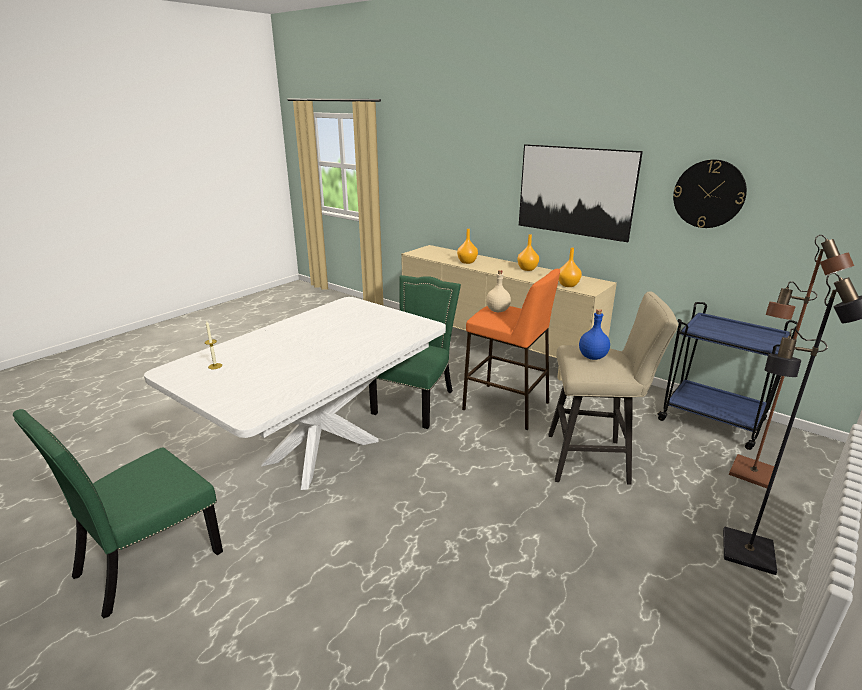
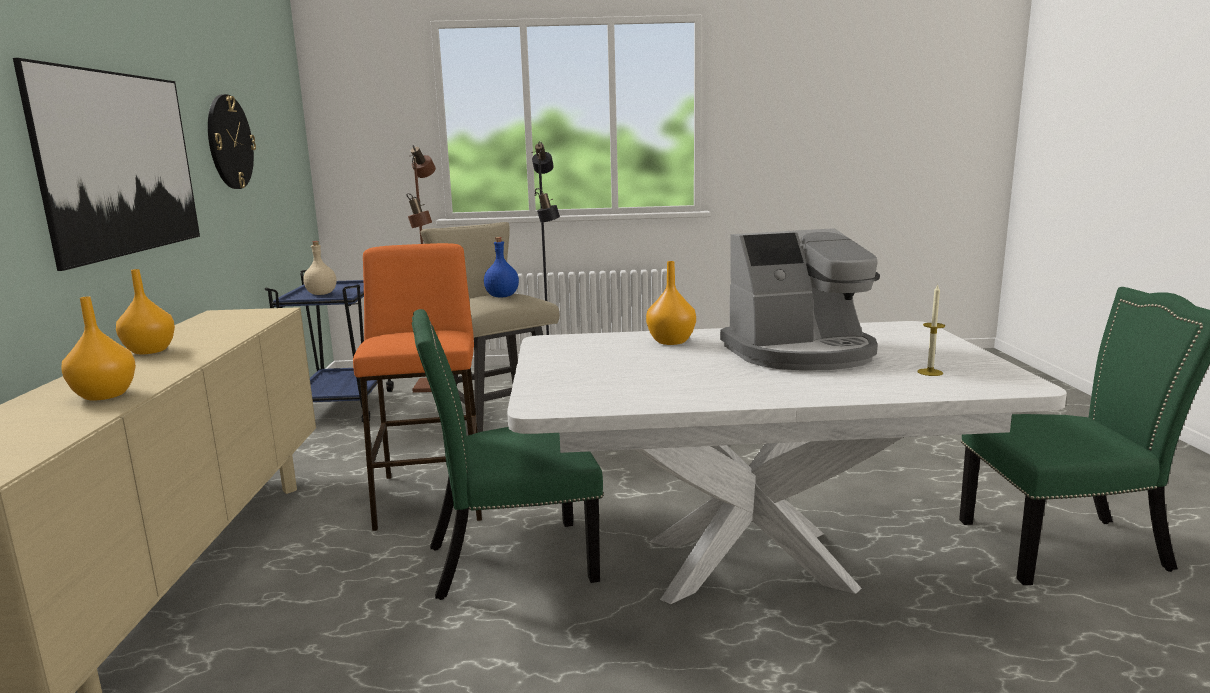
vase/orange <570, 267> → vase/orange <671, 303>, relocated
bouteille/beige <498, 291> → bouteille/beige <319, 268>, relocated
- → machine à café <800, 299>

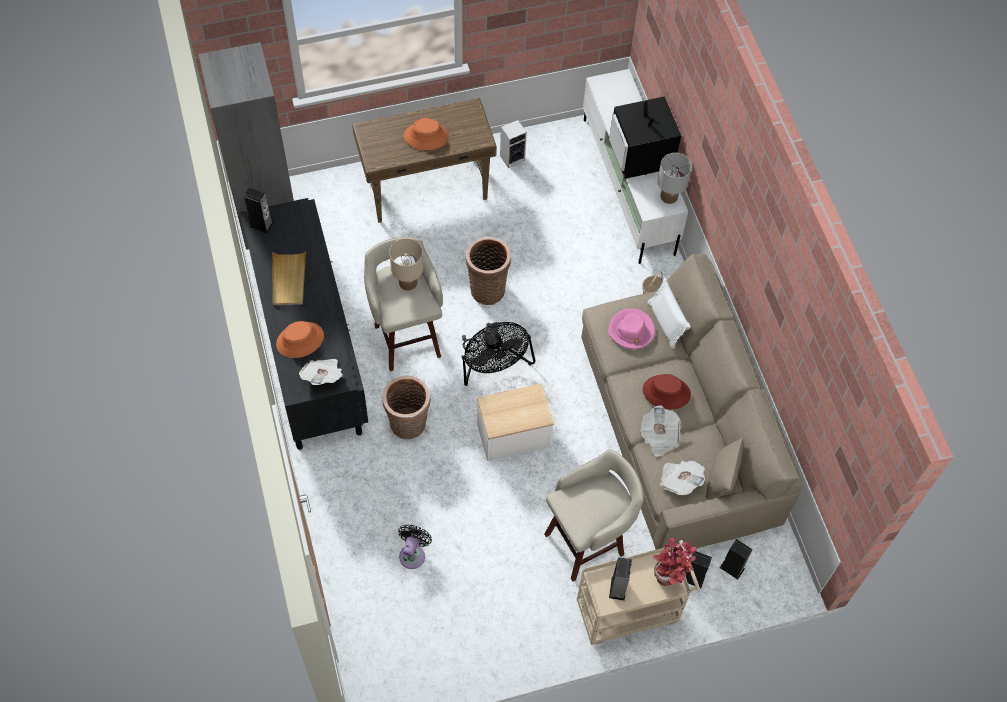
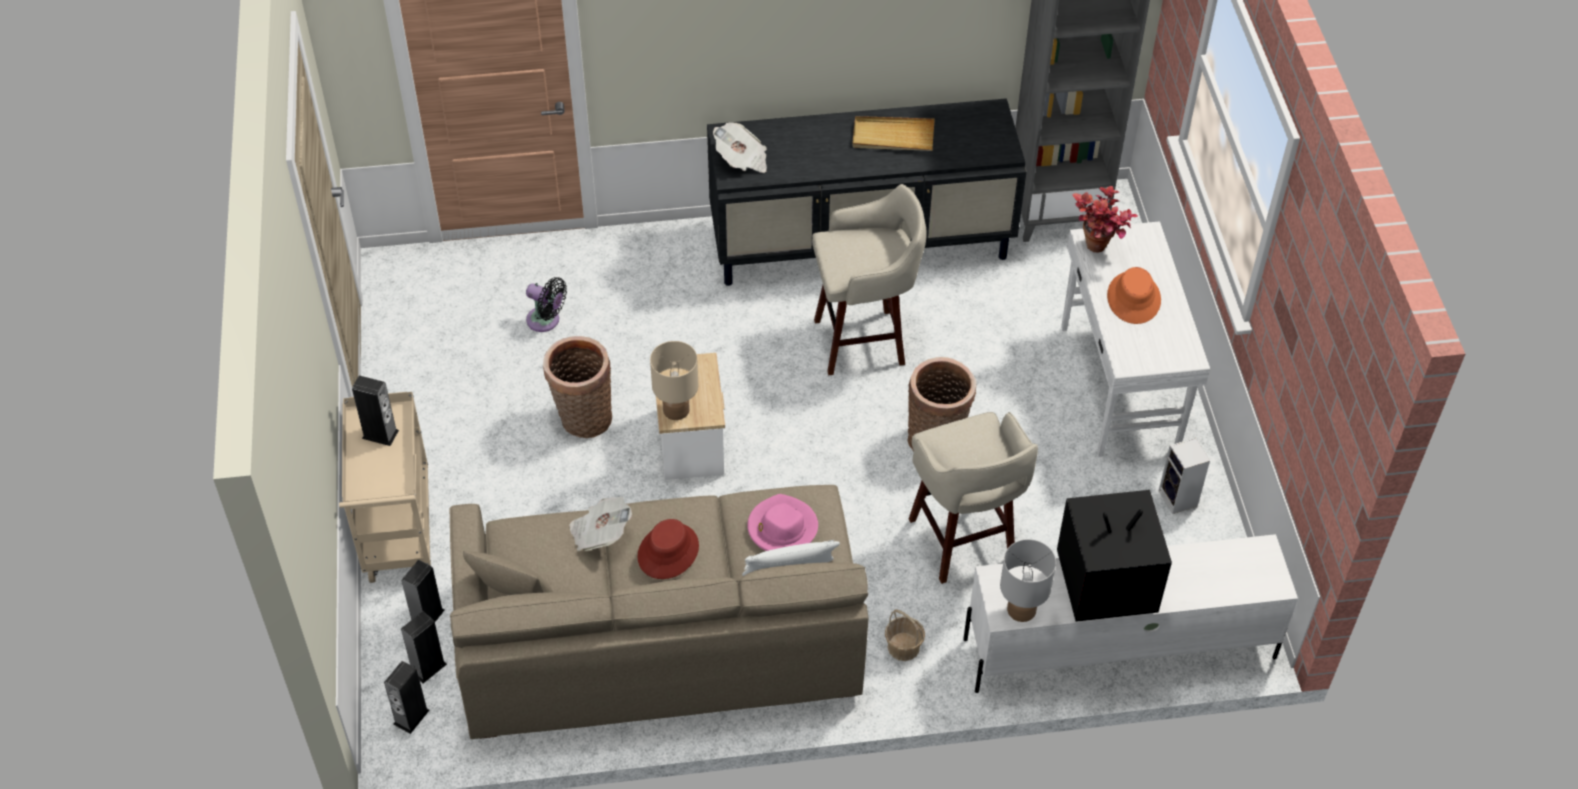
table console/marron <424, 160> → table console/blanc <1135, 339>
enceinte <259, 211> → enceinte <406, 697>, relocated
lampe de table/beige <406, 264> → lampe de table/beige <674, 380>, relocated
chapeau/orange <300, 339> → -
ventilateur/noir <499, 354> → -
panier <407, 407> → panier <577, 387>, relocated
tabouret/beige <594, 515> → tabouret/beige <973, 498>, relocated
journal <682, 478> → -
plante en pot <674, 562> → plante en pot <1105, 219>, relocated

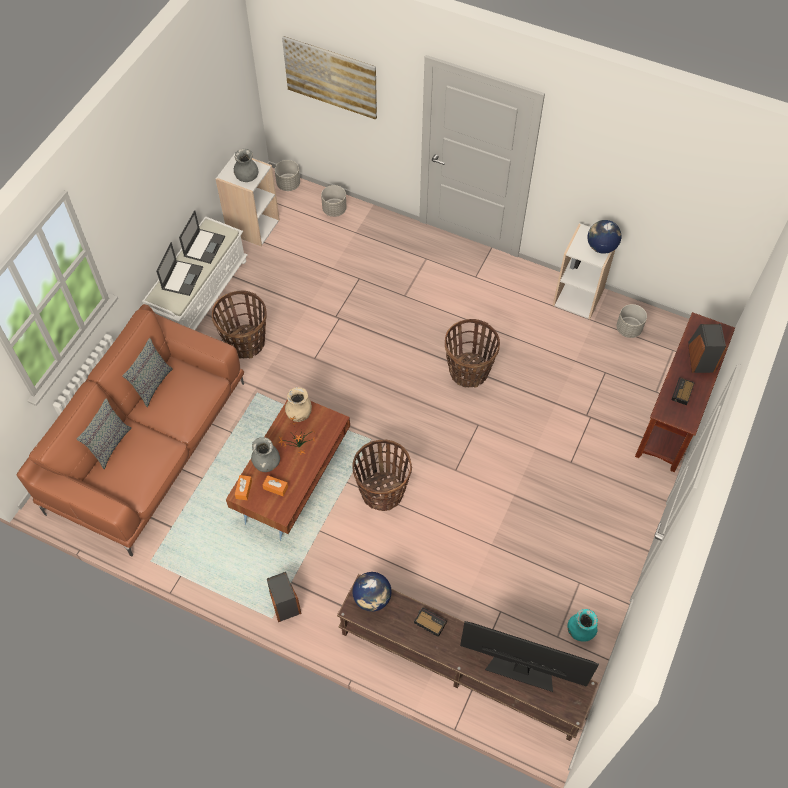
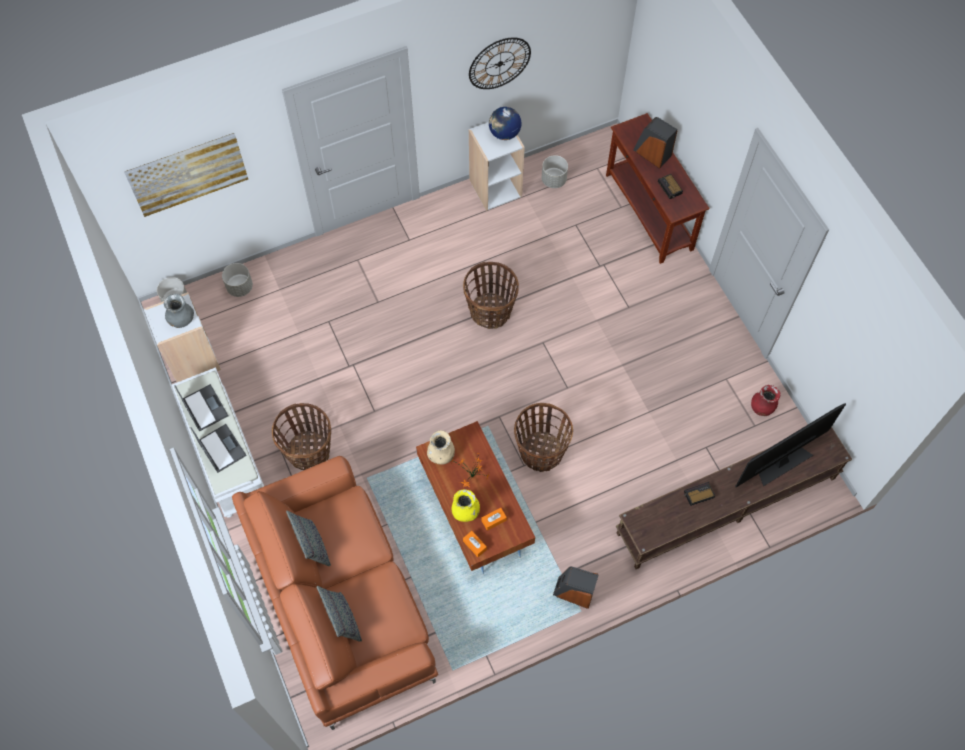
vase/gris <265, 454> → vase/jaune <465, 505>
globe <372, 592> → -
vase/turquoise <582, 625> → vase/rouge <765, 400>
- → horloge murale <500, 63>

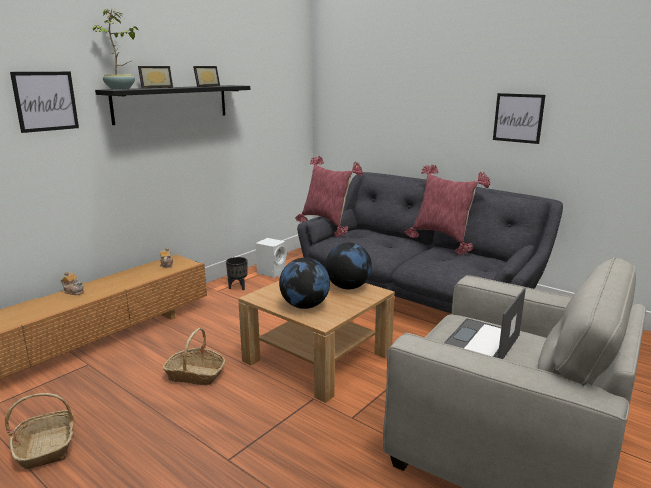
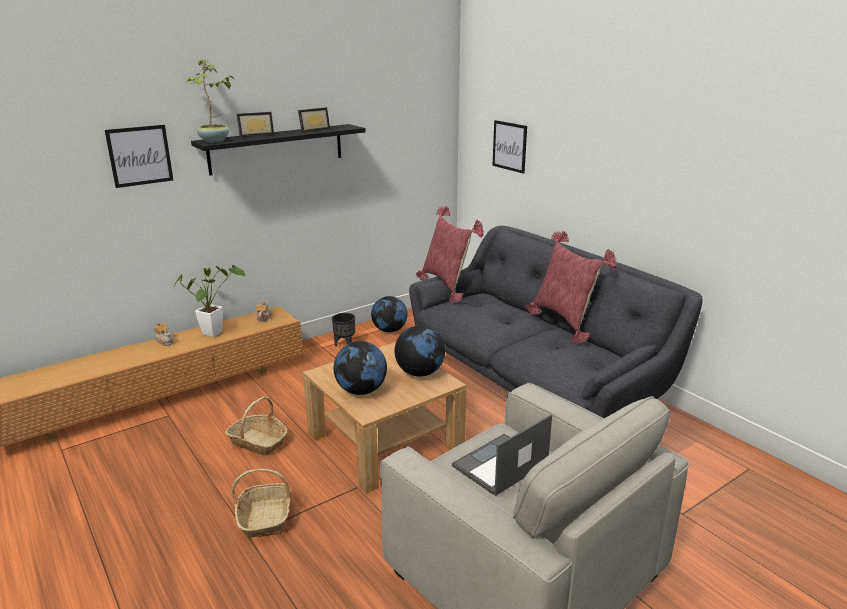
tableau <519, 118> → tableau <509, 147>, relocated
enceinte/blanc <271, 258> → globe <389, 314>
panier <39, 431> → panier <261, 503>, relocated
- → plante en pot <209, 301>

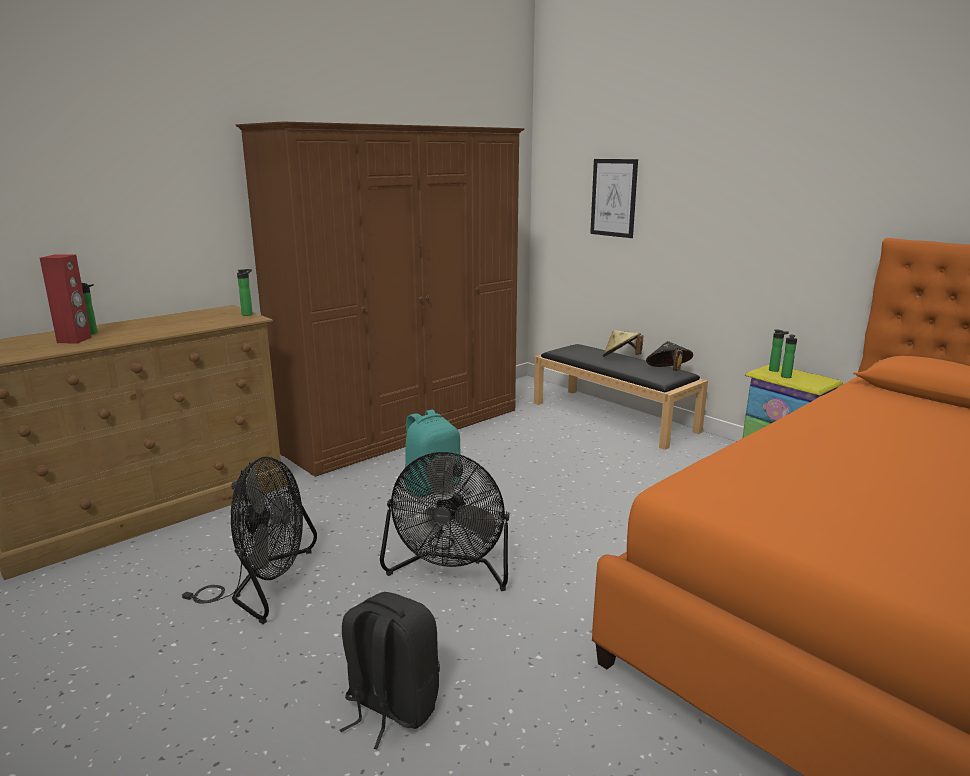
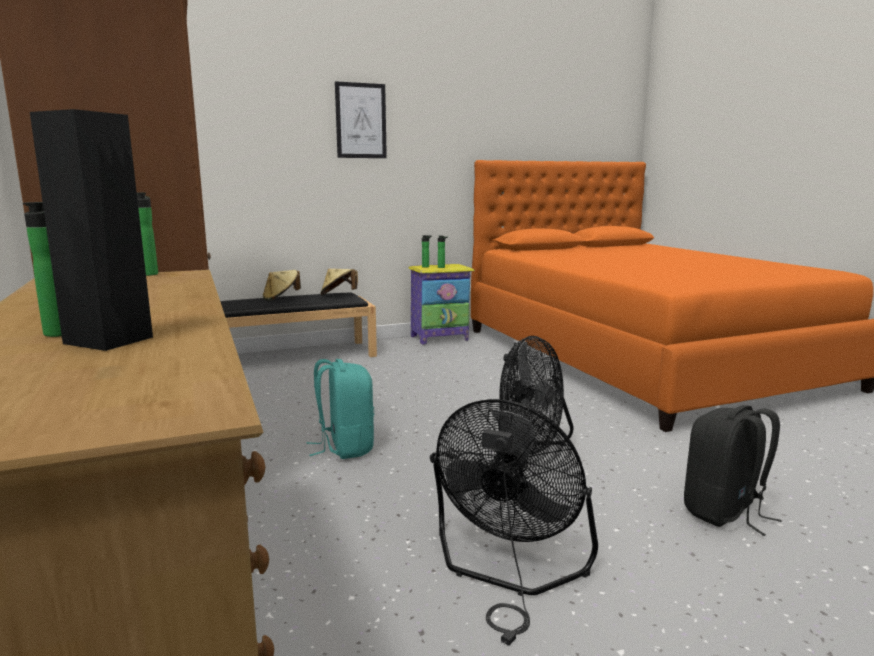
tableau <614, 198> → tableau <361, 119>, relocated
enceinte/rouge <66, 299> → enceinte/noir <91, 230>
chapeau/noir <669, 356> → chapeau/beige <339, 282>

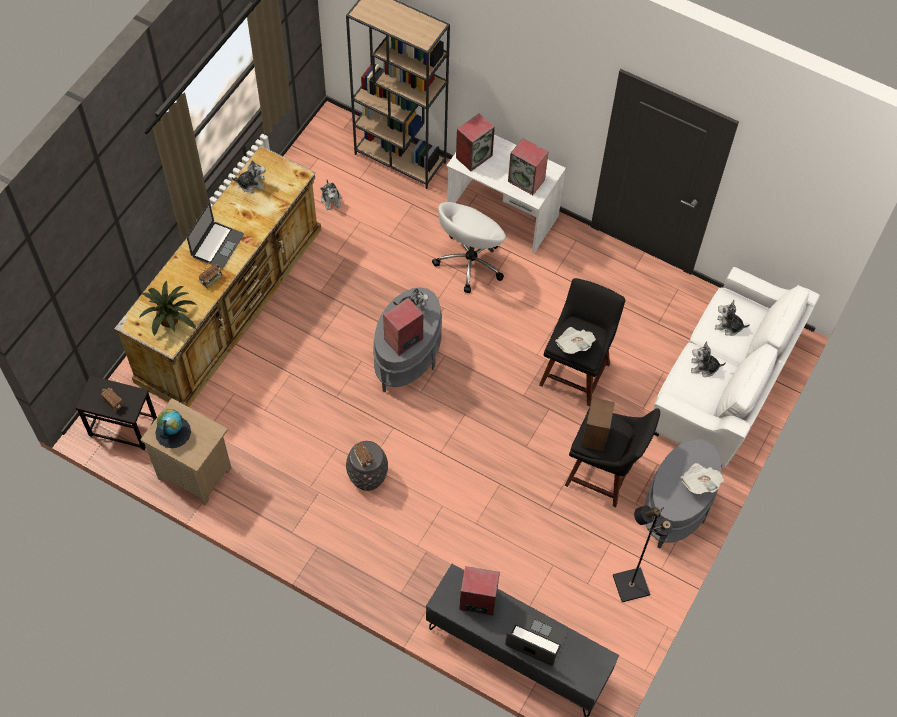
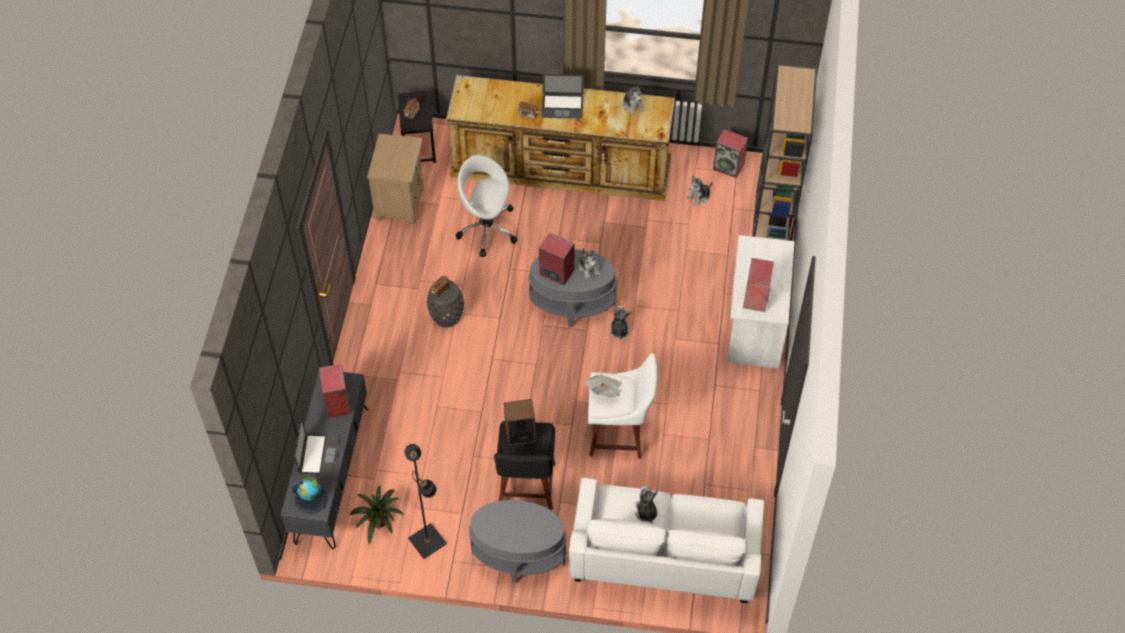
enceinte <475, 142> → enceinte <730, 153>, relocated
chaise de bureau/blanc <469, 247> → chaise de bureau/blanc <486, 206>, relocated
tabouret/noir <582, 342> → tabouret/blanc <623, 405>
plante en pot <168, 308> → plante en pot <377, 515>, relocated
peluche <732, 318> → peluche <619, 322>, relocated
globe <173, 428> → globe <310, 495>, relocated
journal <702, 478> → -

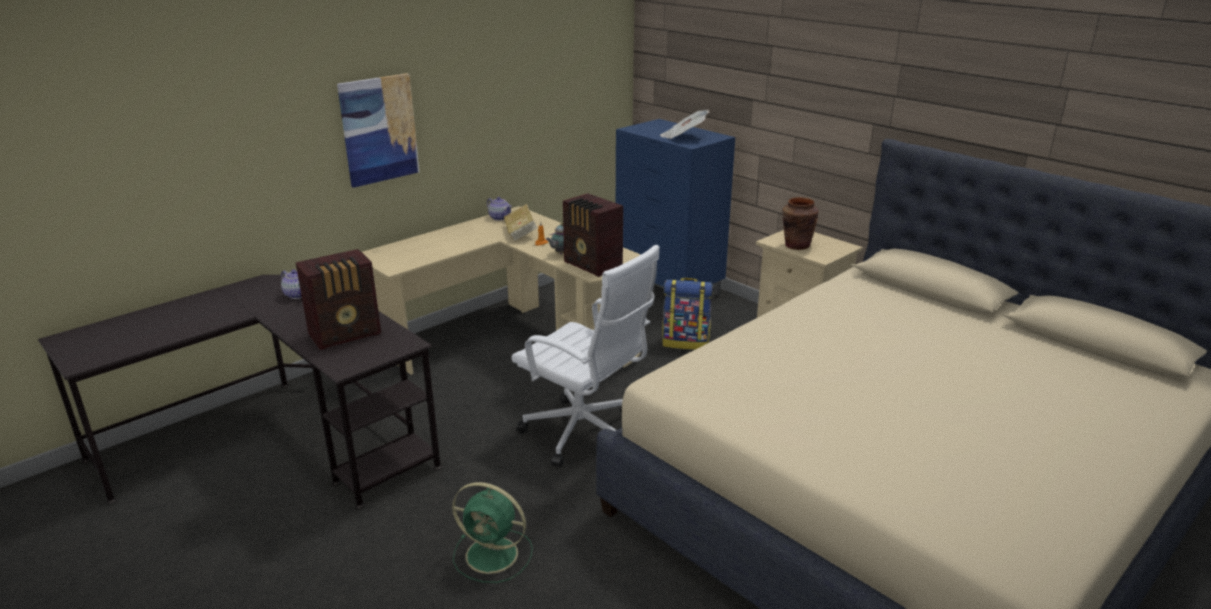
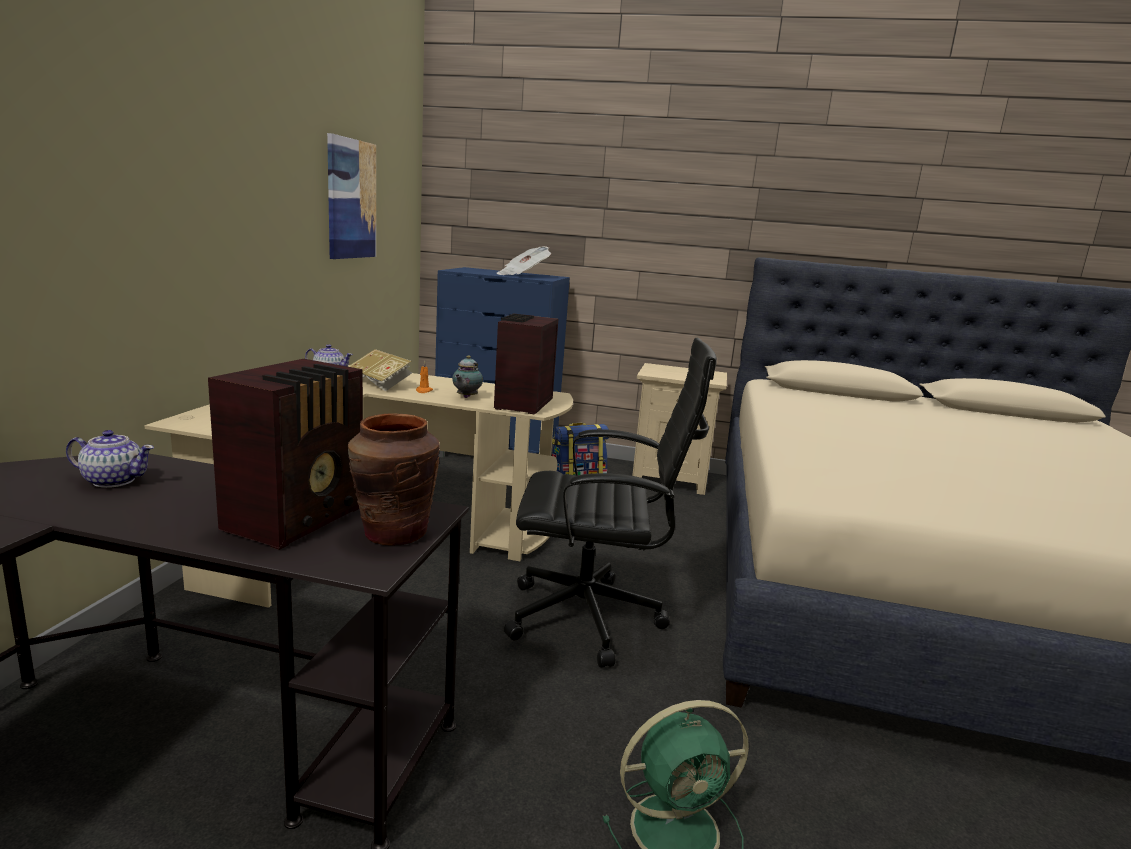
tableau <378, 130> → tableau <351, 196>, relocated
radio <593, 235> → radio <526, 363>, 90 degrees clockwise
vase/marron <800, 223> → vase/marron <394, 479>, relocated
chaise de bureau/blanc <585, 356> → chaise de bureau/noir <610, 503>

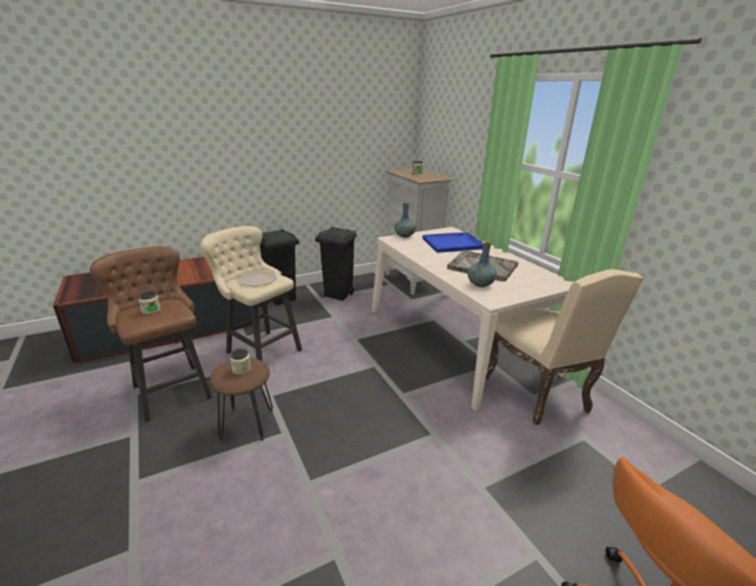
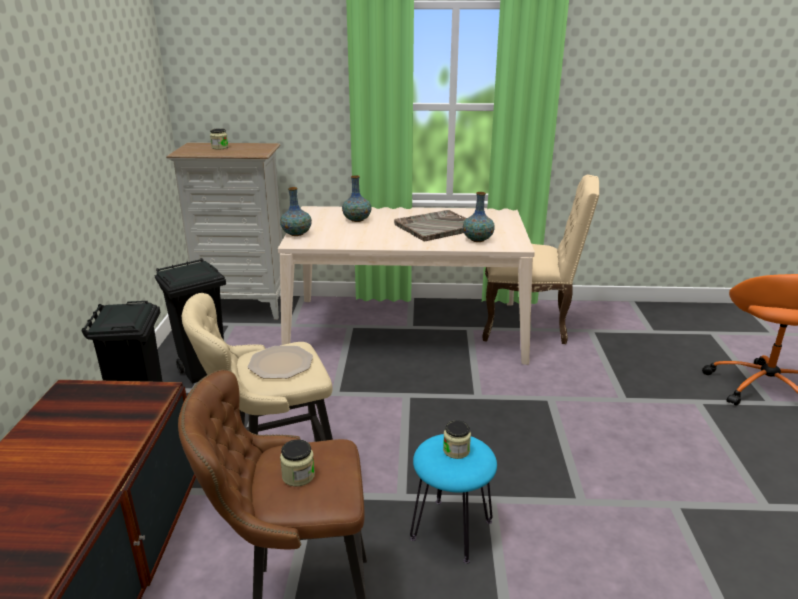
plateau/bleu <453, 242> → vase <356, 198>
tabouret/marron <241, 399> → tabouret/turquoise <453, 499>

